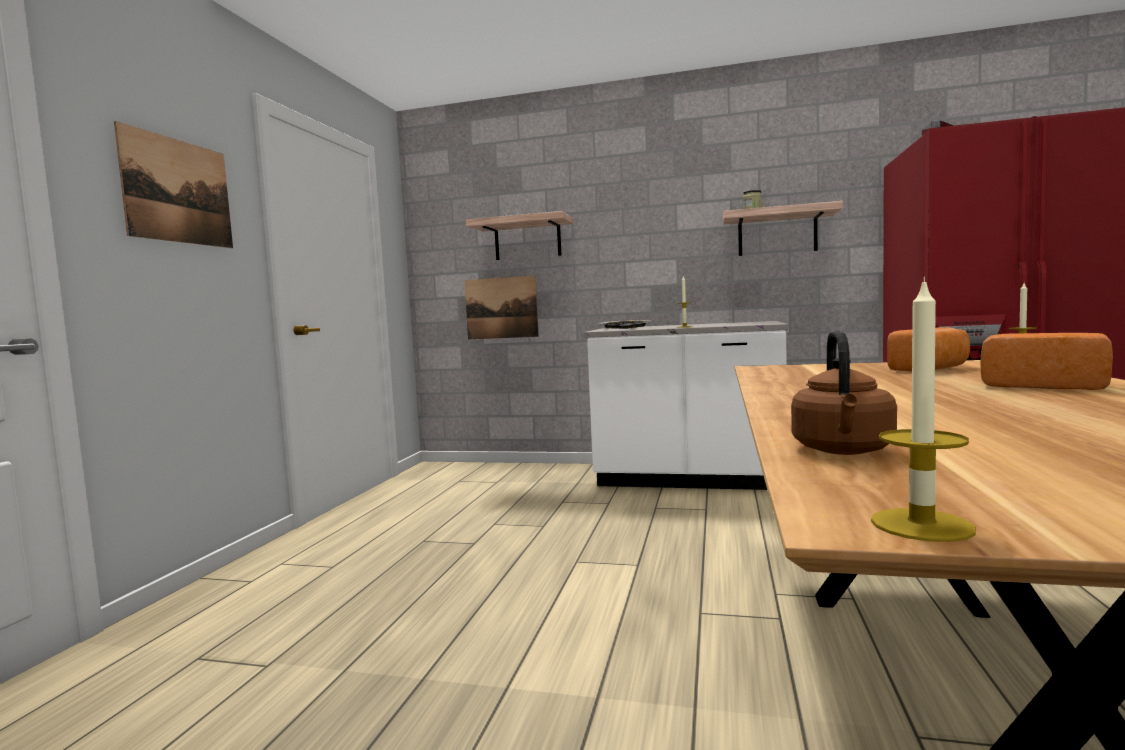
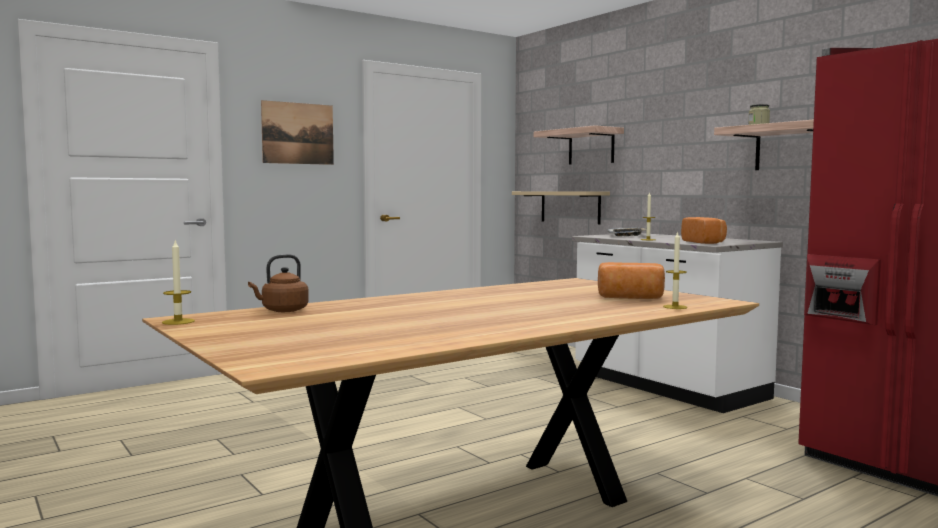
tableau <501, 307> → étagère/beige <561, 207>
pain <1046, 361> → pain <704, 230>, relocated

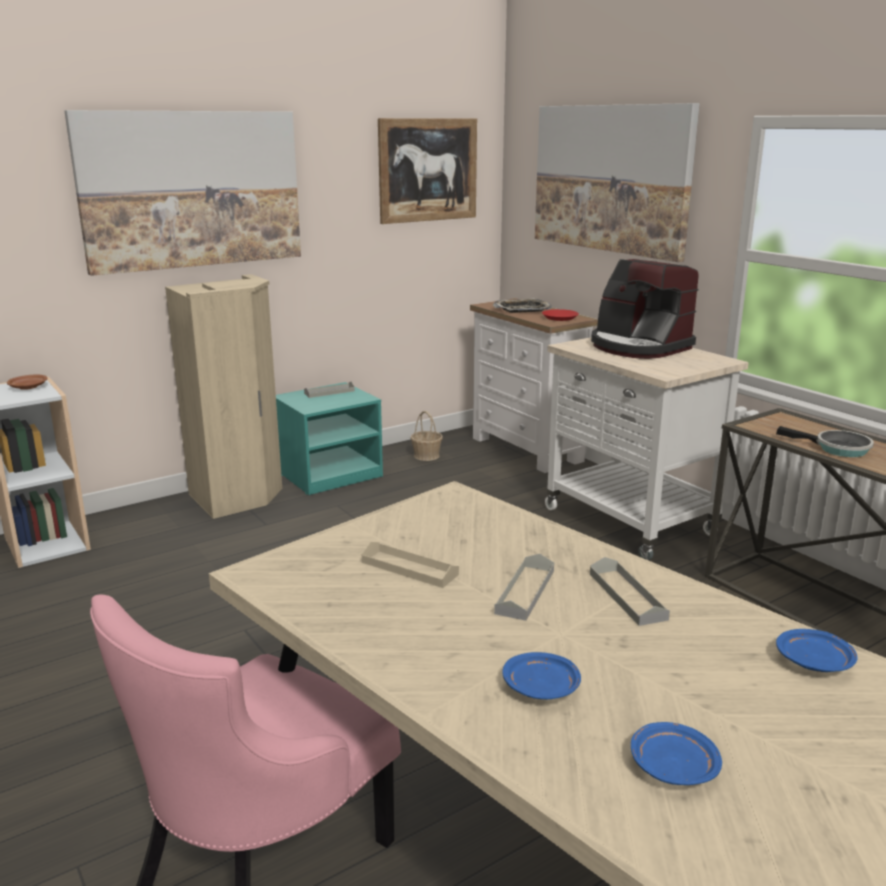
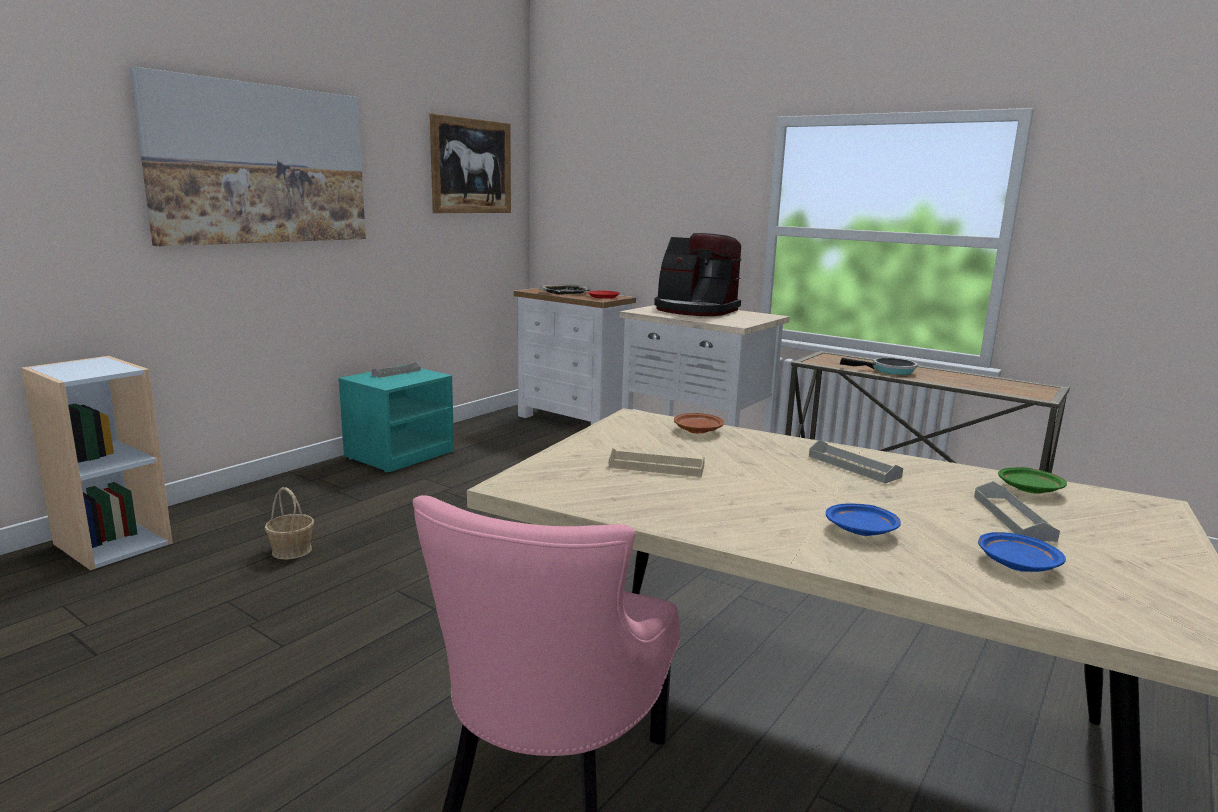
tableau <617, 182> → -
meuble de rangement/beige <223, 396> → -
assiette/marron <27, 382> → assiette/marron <699, 423>, relocated
panier <427, 436> → panier <289, 523>, relocated
plateau/gris <524, 587> → plateau/gris <1017, 511>, relocated
assiette/bleu <816, 650> → assiette/vert <1032, 480>

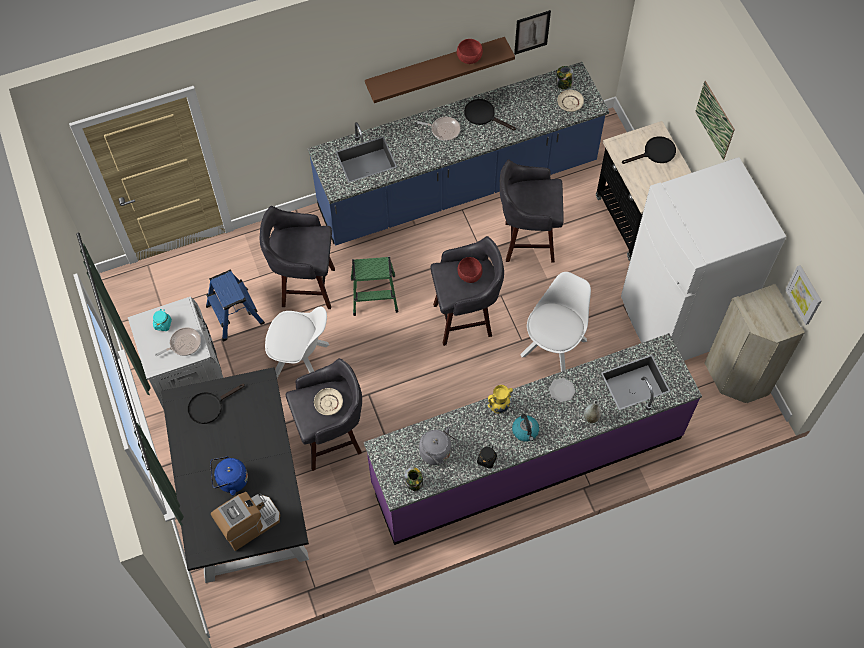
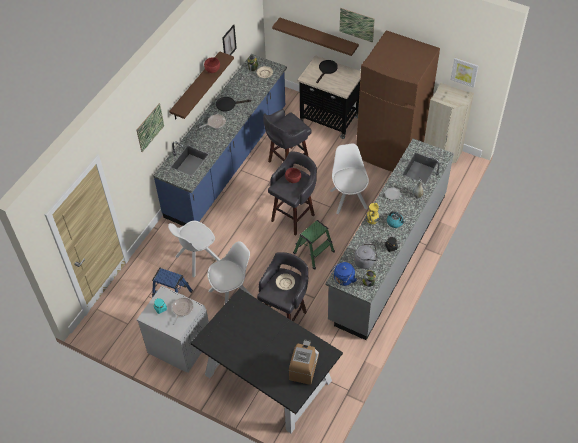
réfrigérateur/blanc <703, 259> → réfrigérateur/marron <398, 101>
tabouret/gris <297, 257> → chaise/blanc <194, 249>
escabeau/vert <374, 286> → escabeau/vert <314, 245>, relocated
comptoir de cuisine/violet <533, 439> → comptoir de cuisine/gris <389, 239>
poêle/noir <216, 404> → -
bouilloire/bleu <229, 476> → bouilloire/bleu <343, 274>, relocated
- → étagère/marron <315, 37>
- → tableau <150, 127>

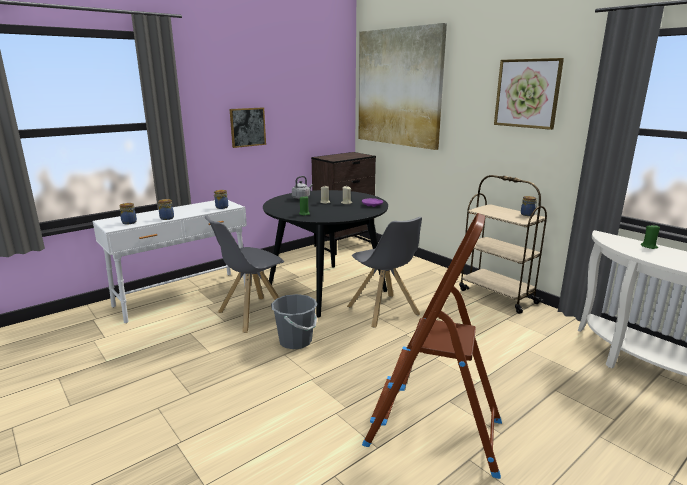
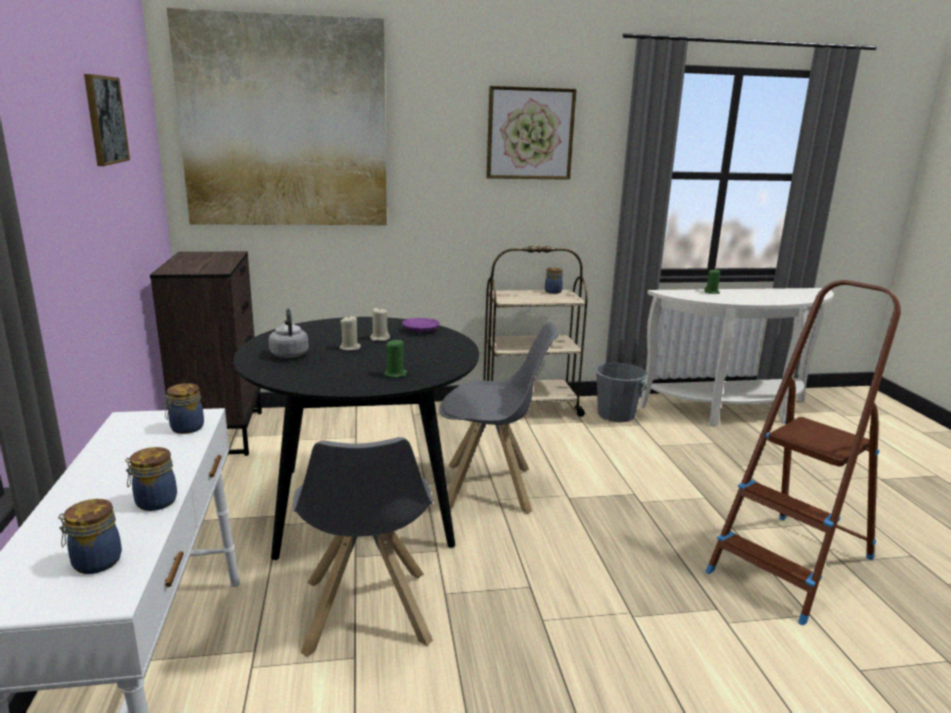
tableau <248, 127> → tableau <107, 120>, relocated
seau/gris <294, 321> → seau/gris <621, 392>, relocated

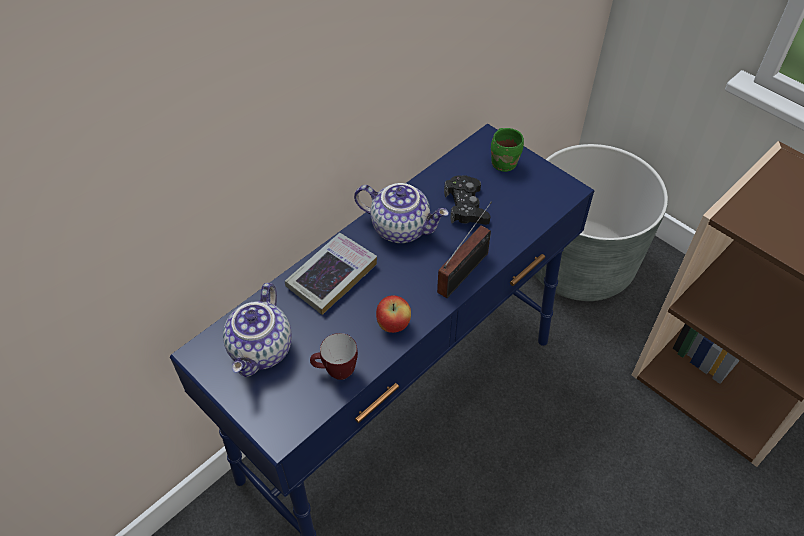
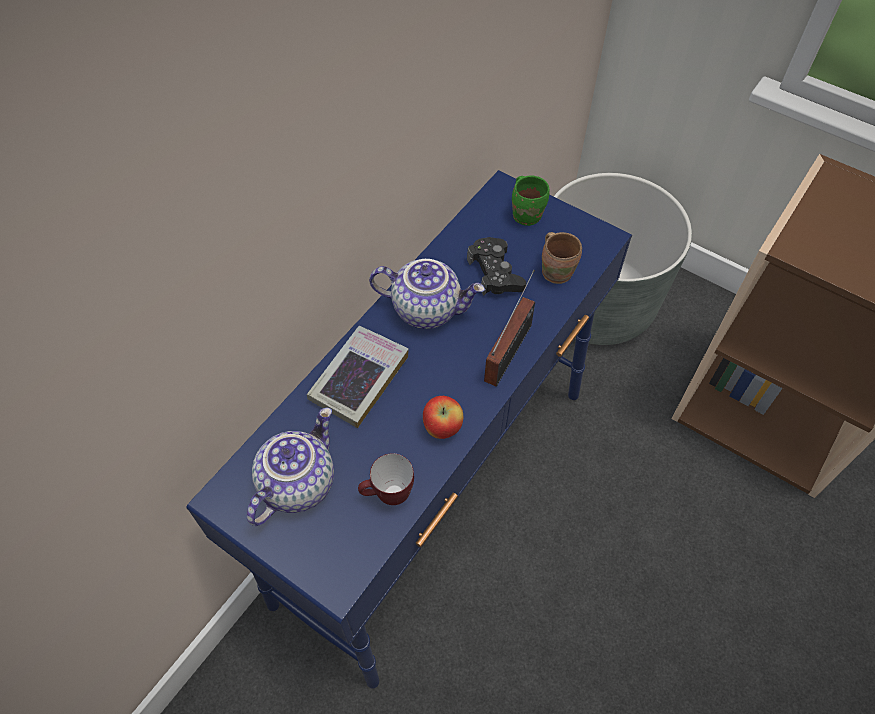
théière <257, 330> → théière <290, 467>, 150 degrees counterclockwise
- → mug/marron <562, 258>

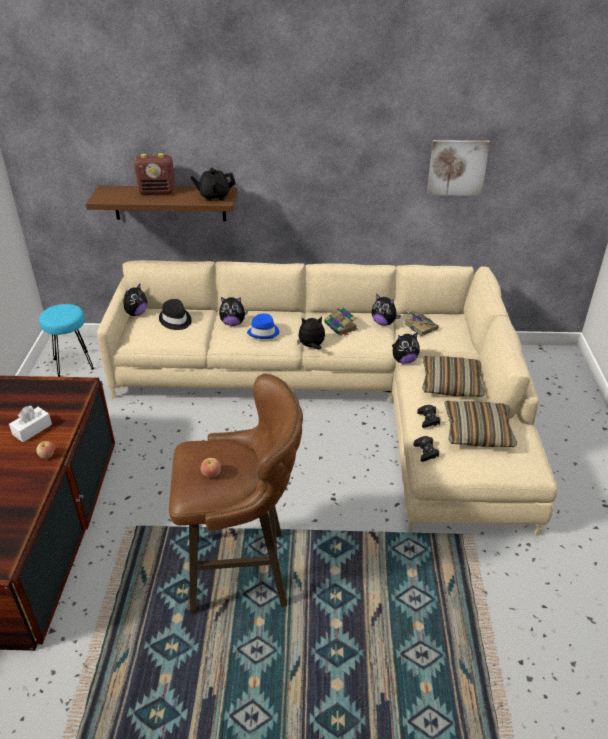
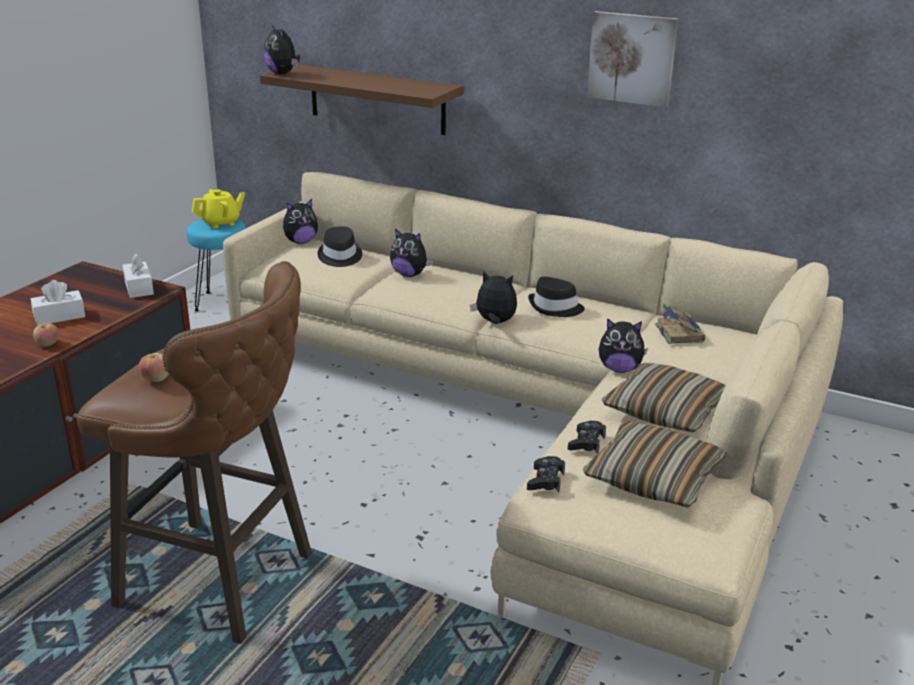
tableau <458, 168> → tableau <632, 59>, relocated
radio <154, 174> → -
théière/noir <213, 184> → -
peluche <386, 310> → peluche <282, 49>, relocated
livre <341, 320> → chapeau/noir <556, 297>
chapeau/bleu <263, 326> → -
- → théière/jaune <218, 208>
- → boîte à mouchoirs/blanc <138, 275>

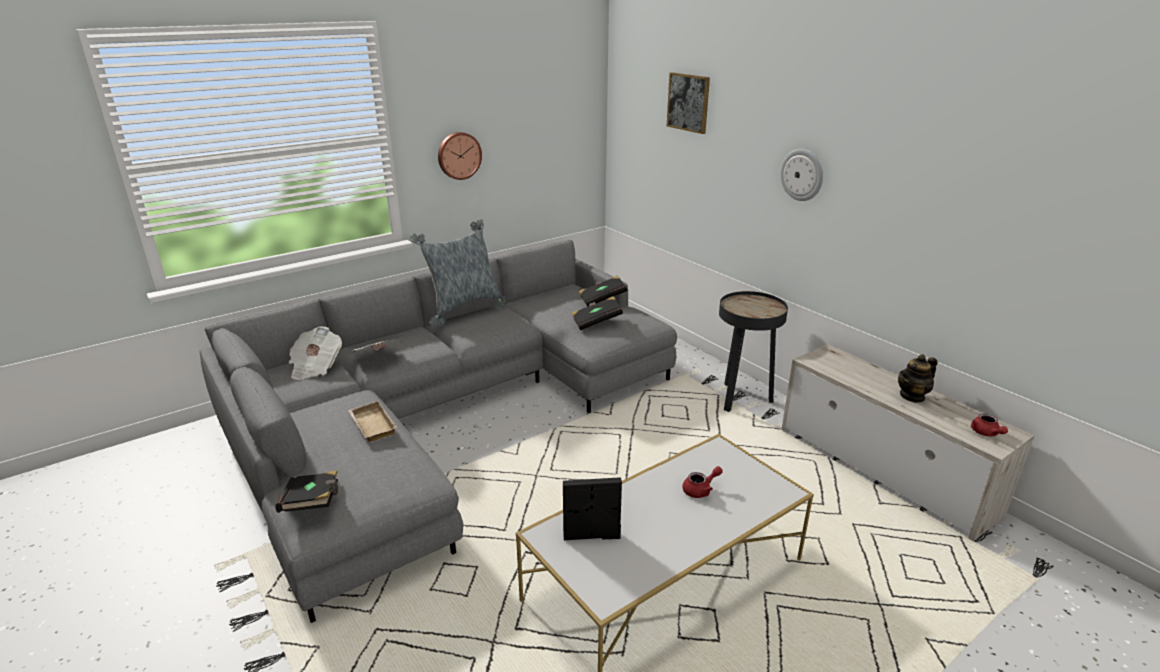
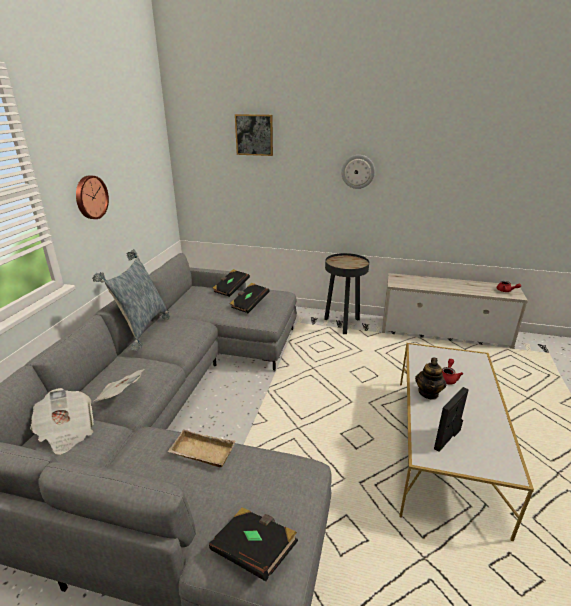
théière <917, 378> → théière <431, 378>, relocated

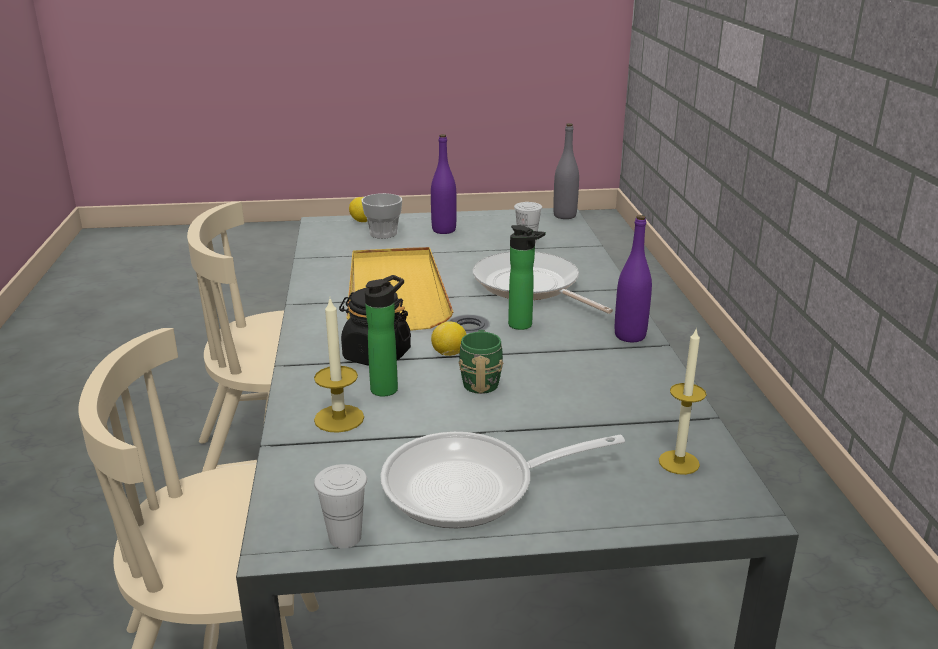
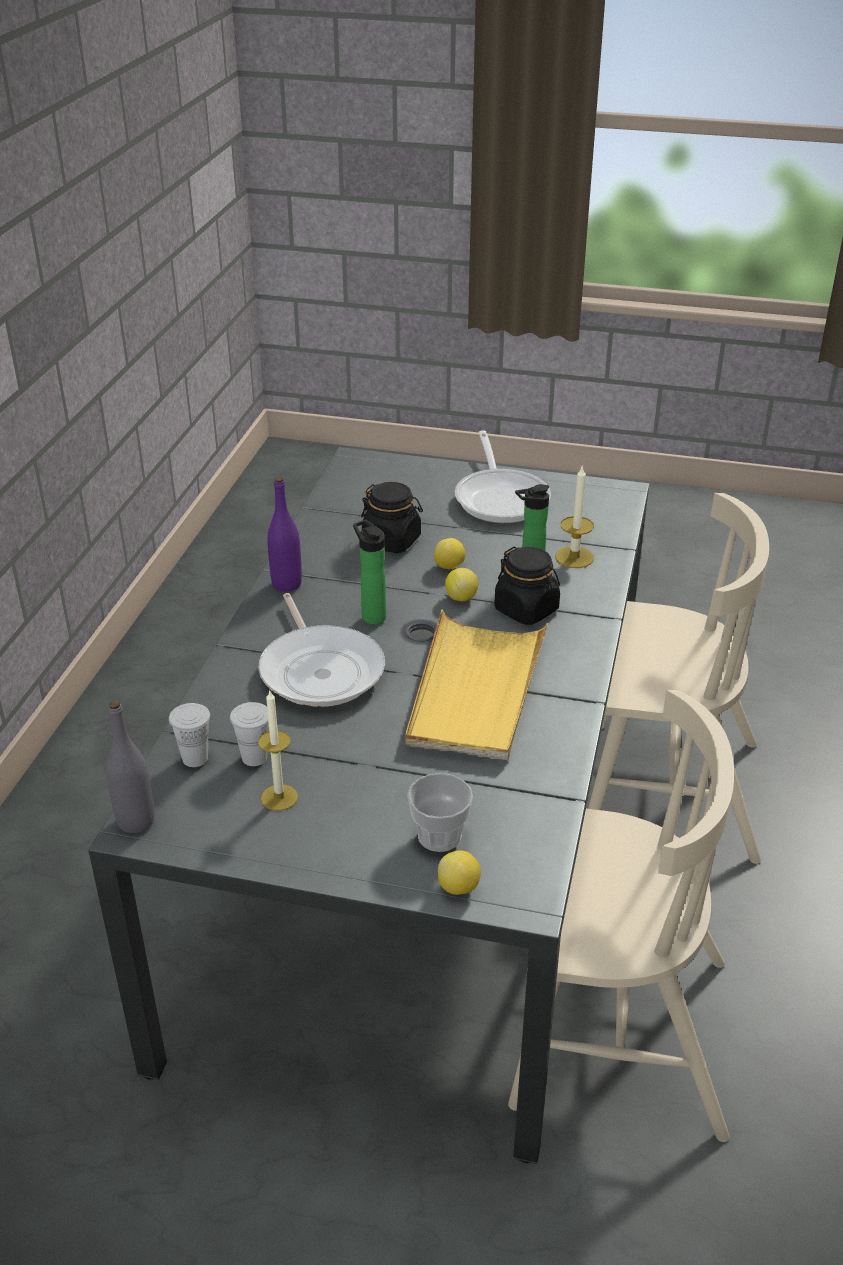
bouteille/violet <444, 184> → -
bougie <682, 401> → bougie <278, 750>, relocated
mug/vert <480, 362> → citron <450, 554>
poêle <502, 480> → poêle <503, 476>, 75 degrees clockwise
tasse/blanc <340, 506> → tasse/blanc <189, 735>, relocated
- → bocal/noir <392, 517>

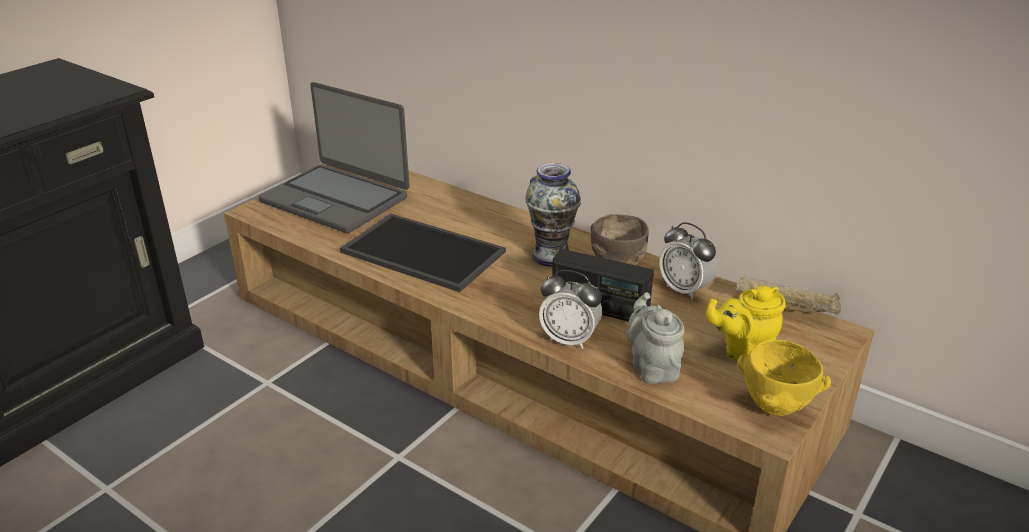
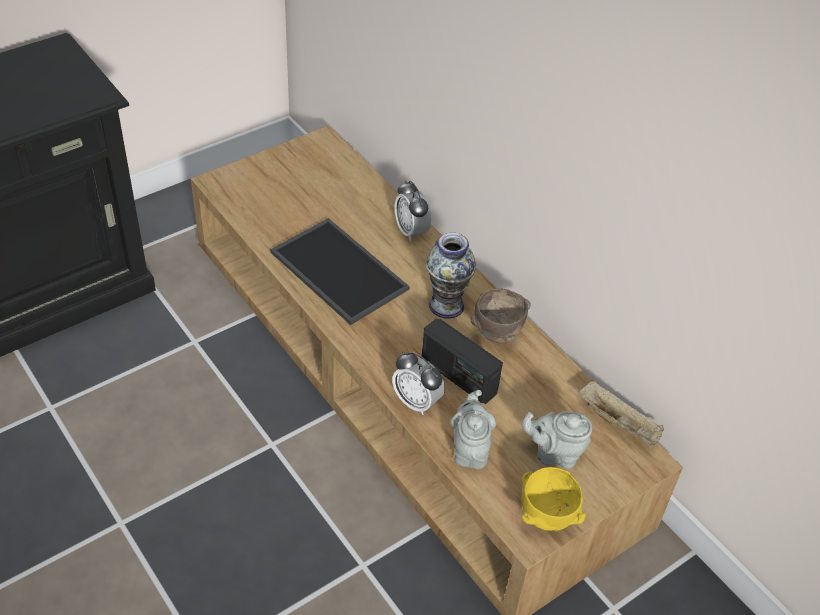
ordinateur portable <334, 157> → -
réveil <688, 261> → réveil <413, 211>, relocated
théière/jaune <746, 323> → théière/gris <556, 440>

